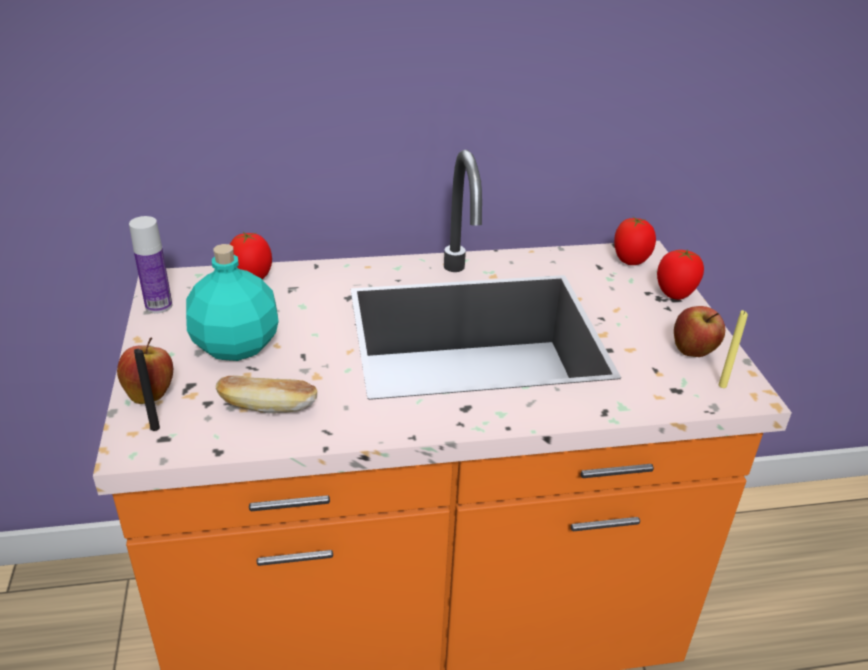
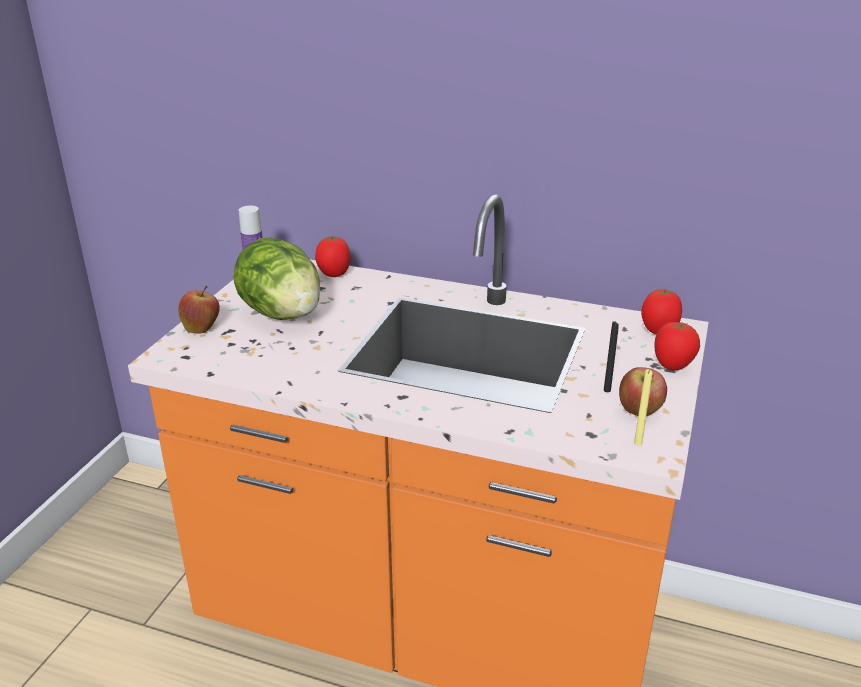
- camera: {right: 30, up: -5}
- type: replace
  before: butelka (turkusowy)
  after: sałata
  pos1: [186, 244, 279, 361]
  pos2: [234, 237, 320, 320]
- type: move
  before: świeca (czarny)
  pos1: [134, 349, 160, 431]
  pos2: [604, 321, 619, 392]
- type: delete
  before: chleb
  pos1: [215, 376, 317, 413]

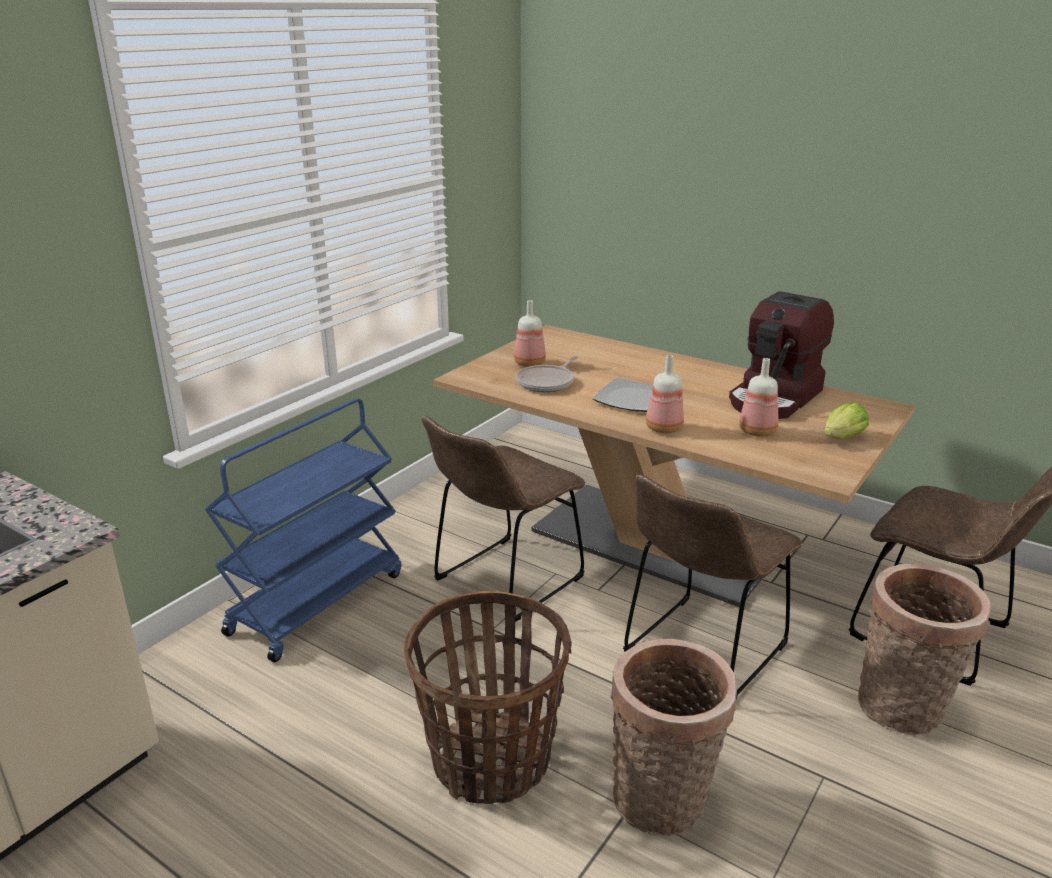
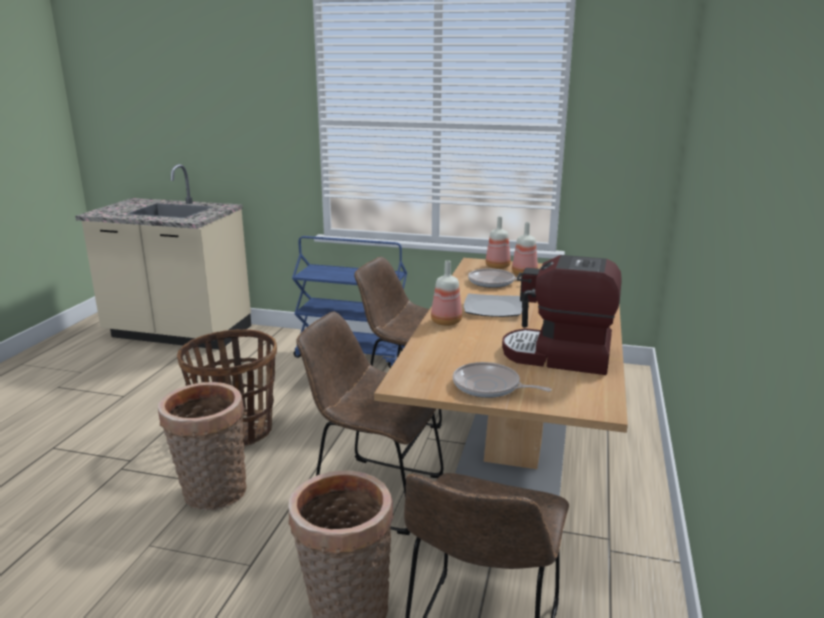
- camera: {right: 70, up: -5}
- type: replace
  before: sałata
  after: patelnia
  pos1: [824, 402, 869, 439]
  pos2: [453, 362, 552, 398]
- type: move
  before: butelka
  pos1: [739, 358, 778, 437]
  pos2: [486, 216, 511, 269]

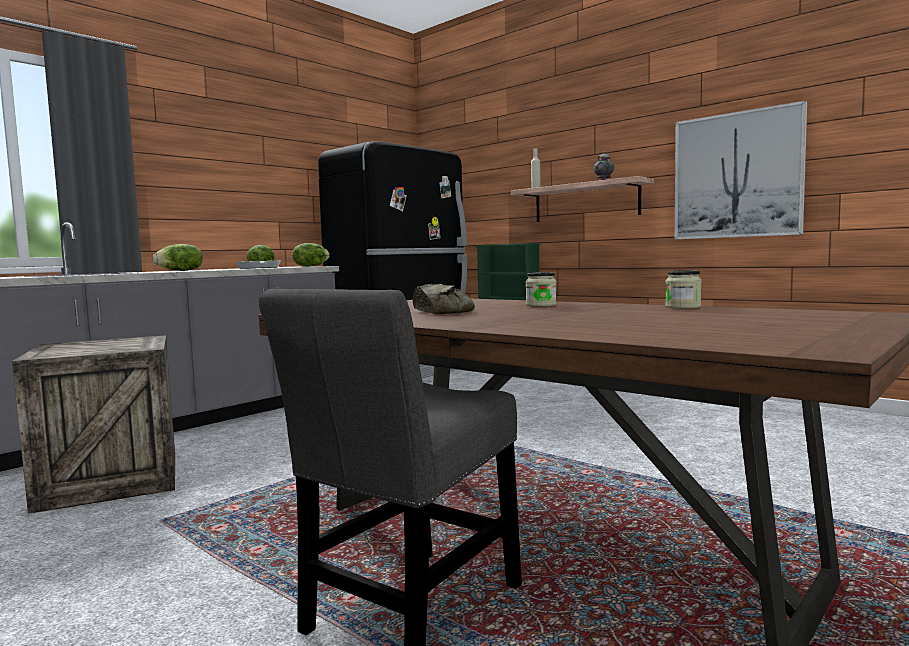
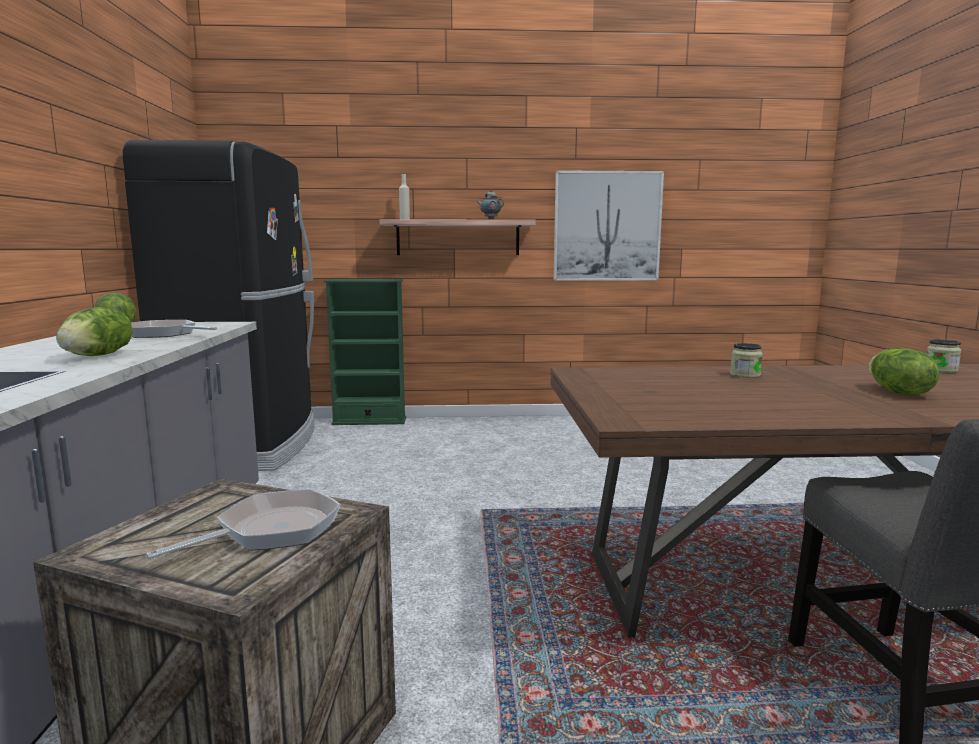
- camera: {right: -45, up: 5}
- type: insert
  after: patelnia
  pos2: [146, 489, 341, 559]
- type: move
  before: sałata
  pos1: [292, 243, 330, 266]
  pos2: [869, 348, 939, 395]
- type: move
  before: słoik
  pos1: [665, 270, 702, 309]
  pos2: [927, 339, 961, 373]
- type: delete
  before: chleb
  pos1: [413, 284, 475, 314]

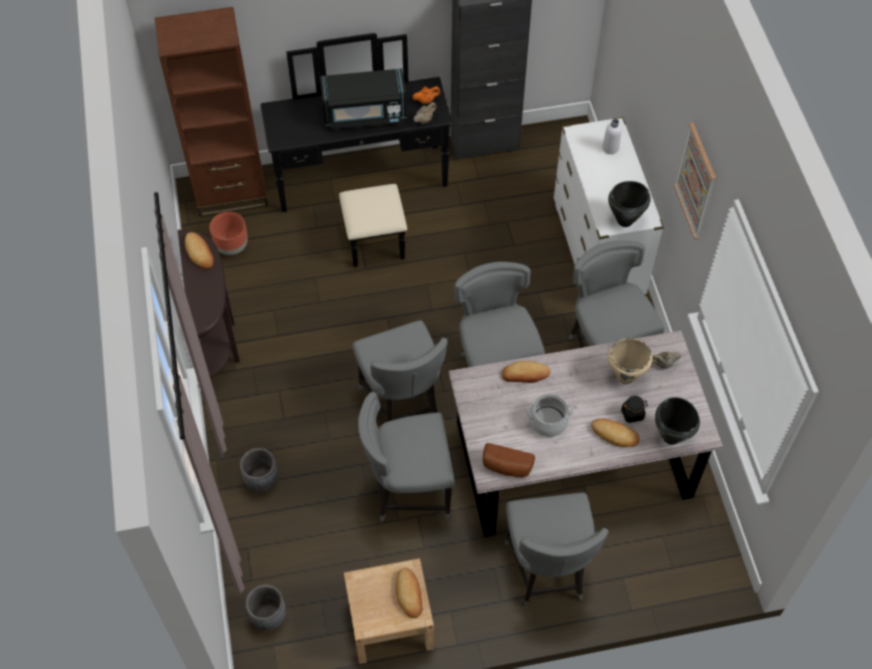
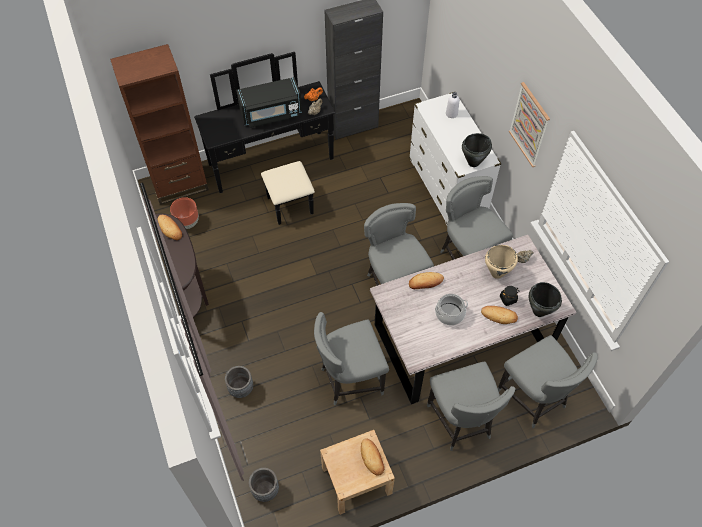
- camera: {right: -10, up: 0}
- type: move
  before: krzesło (szary)
  pos1: [352, 320, 448, 422]
  pos2: [498, 335, 598, 428]
- type: delete
  before: chleb
  pos1: [483, 443, 535, 477]

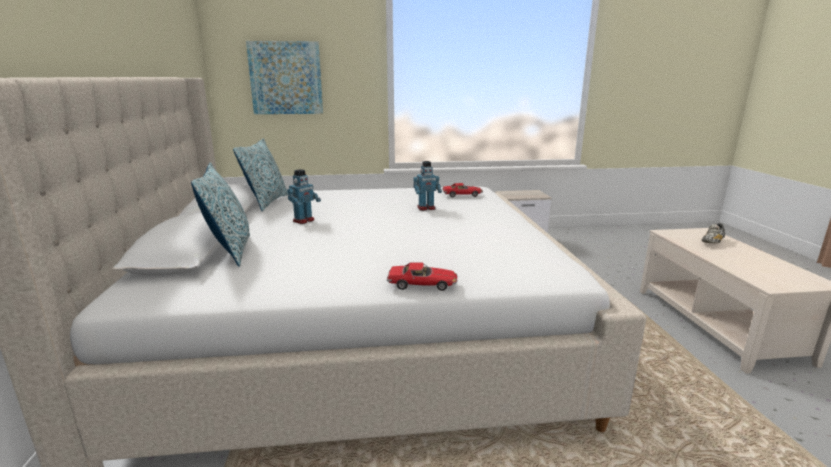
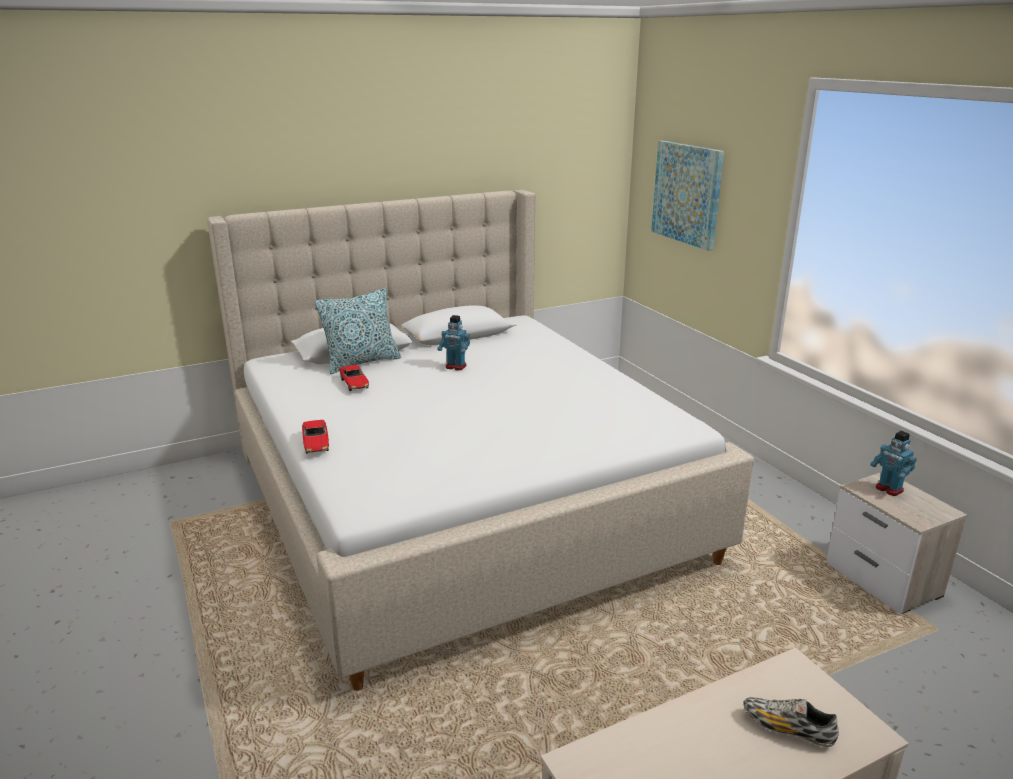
- camera: {right: 70, up: 5}
- type: move
  before: samochodzik
  pos1: [442, 183, 483, 197]
  pos2: [339, 365, 369, 391]
- type: move
  before: robot zabawkowy
  pos1: [413, 161, 442, 211]
  pos2: [870, 431, 917, 496]
- type: delete
  before: poduszka
  pos1: [233, 138, 288, 211]

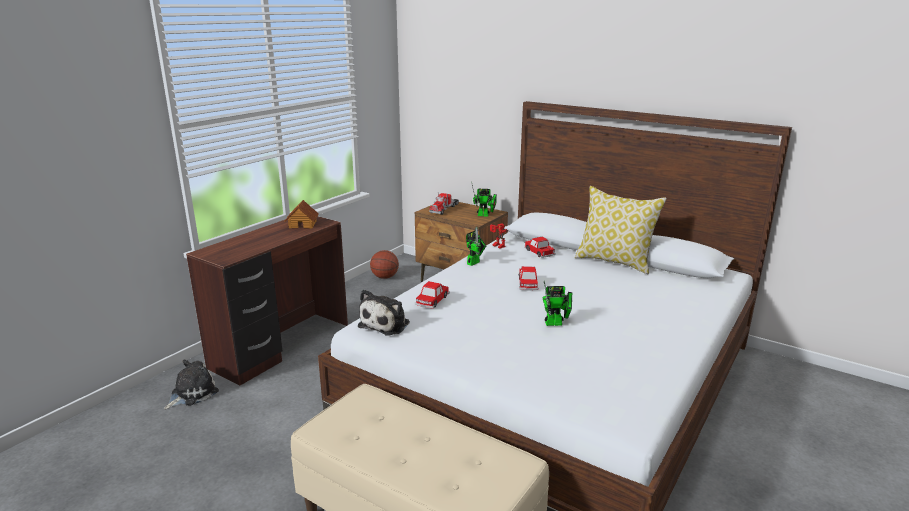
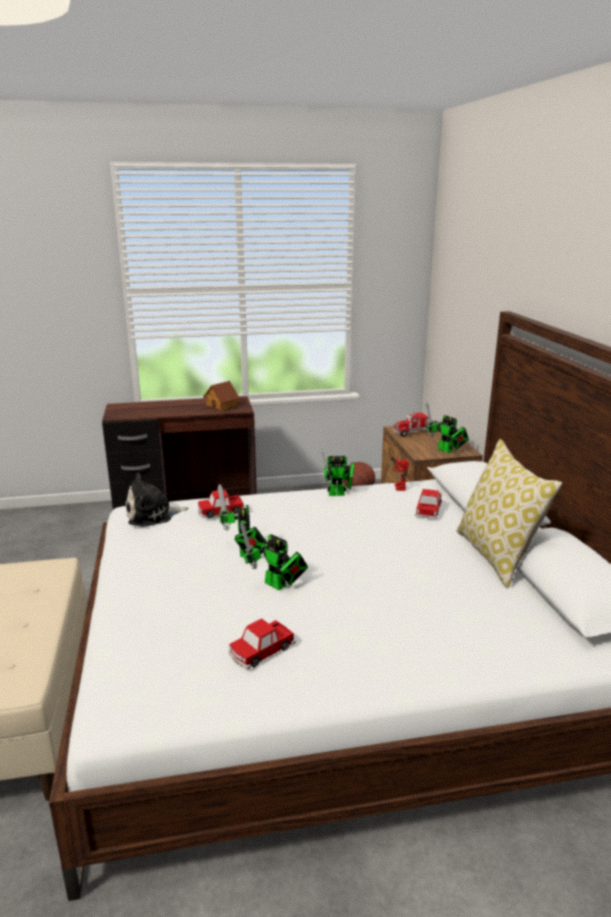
- camera: {right: 45, up: 0}
- type: insert
  after: robot zabawkowy
  pos2: [217, 484, 267, 557]
- type: move
  before: samochodzik
  pos1: [518, 266, 538, 291]
  pos2: [229, 619, 296, 670]
- type: delete
  before: pluszak
  pos1: [164, 359, 219, 410]

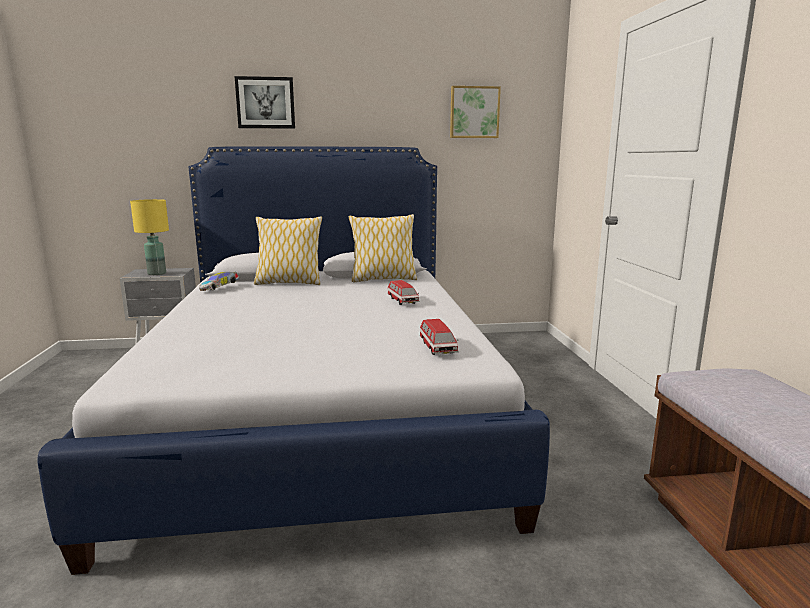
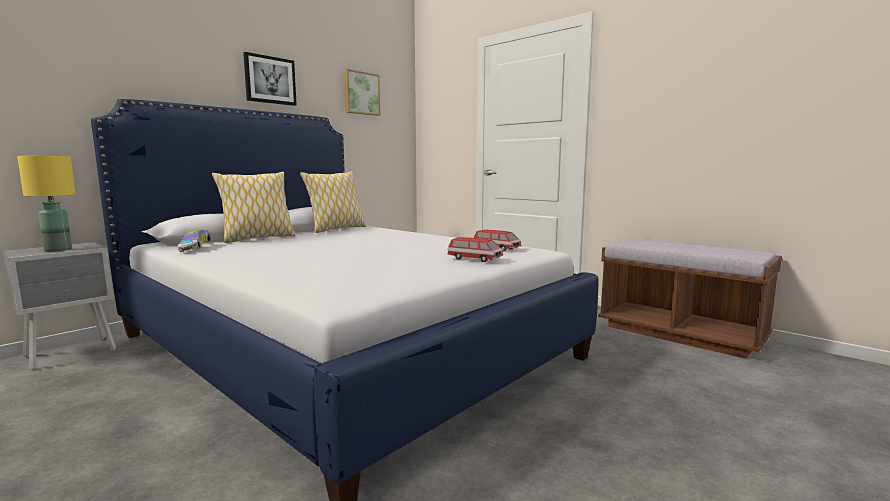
- camera: {right: -40, up: -5}
- type: move
  before: obraz
  pos1: [235, 76, 295, 129]
  pos2: [243, 52, 297, 106]
- type: move
  before: samochodzik
  pos1: [388, 280, 420, 305]
  pos2: [448, 237, 503, 262]

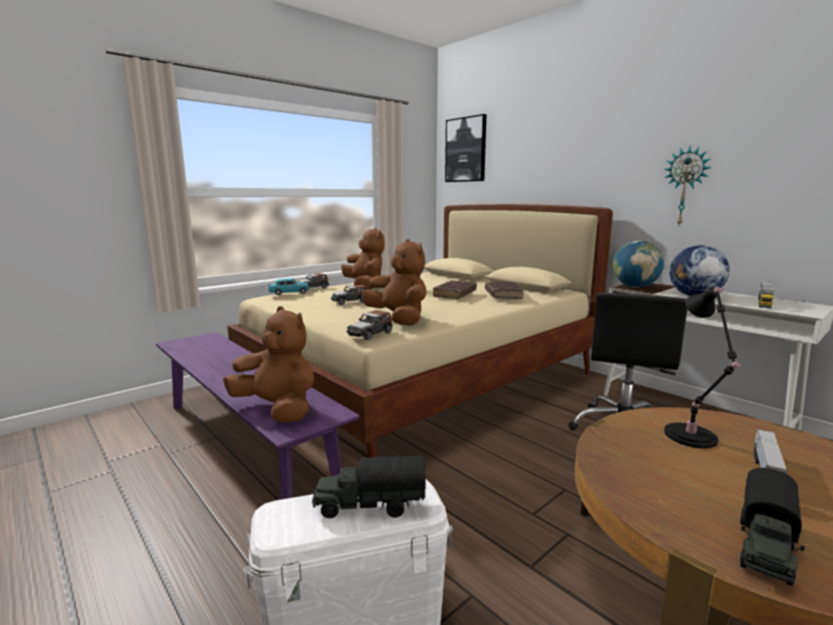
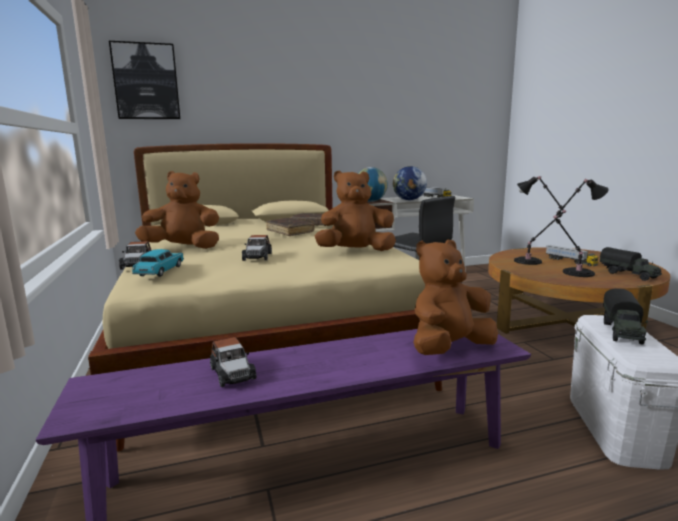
- camera: {right: -65, up: 0}
- type: move
  before: samochodzik
  pos1: [346, 310, 392, 340]
  pos2: [210, 337, 256, 387]
- type: insert
  after: lampa stołowa (czarny)
  pos2: [553, 179, 609, 277]
- type: delete
  before: zegar ścienny
  pos1: [664, 146, 712, 226]

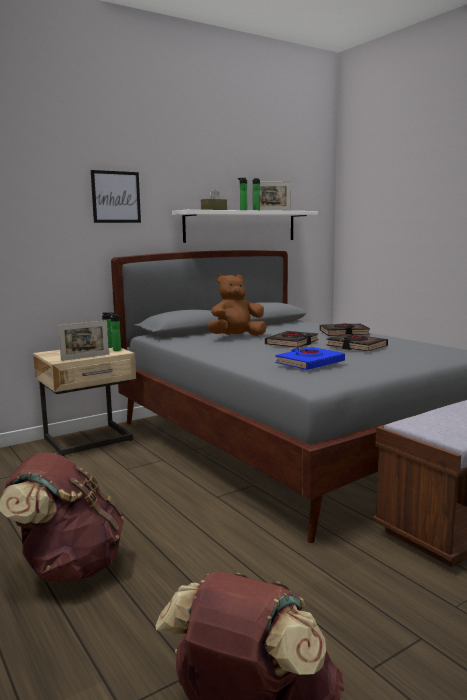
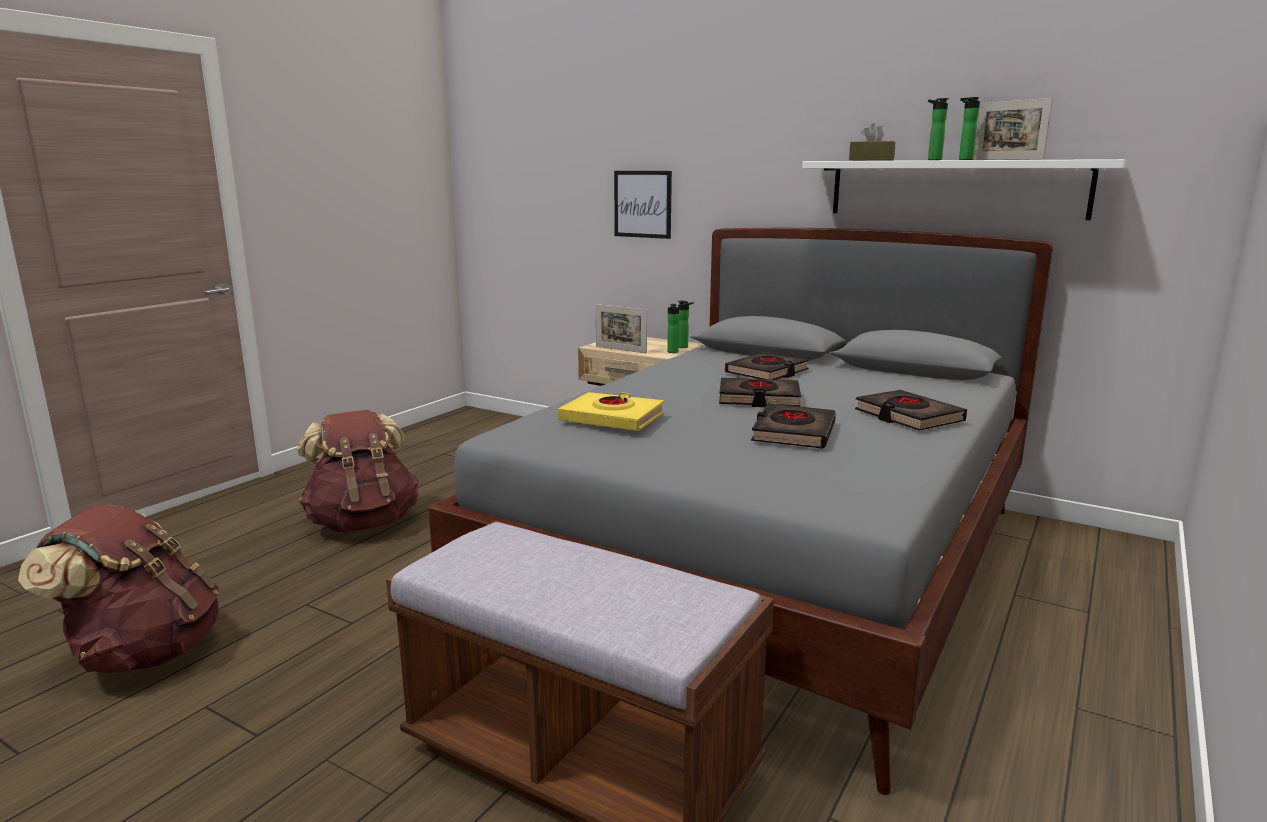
- camera: {right: 65, up: 5}
- type: recolor
  before: książka (niebieski)
  after: książka (żółty)
  pos1: [275, 347, 345, 370]
  pos2: [558, 392, 664, 431]
- type: move
  before: obraz
  pos1: [91, 170, 141, 223]
  pos2: [614, 171, 672, 239]
- type: replace
  before: pluszak (brązowy)
  after: książka (czarny)
  pos1: [208, 274, 266, 336]
  pos2: [725, 352, 809, 380]

